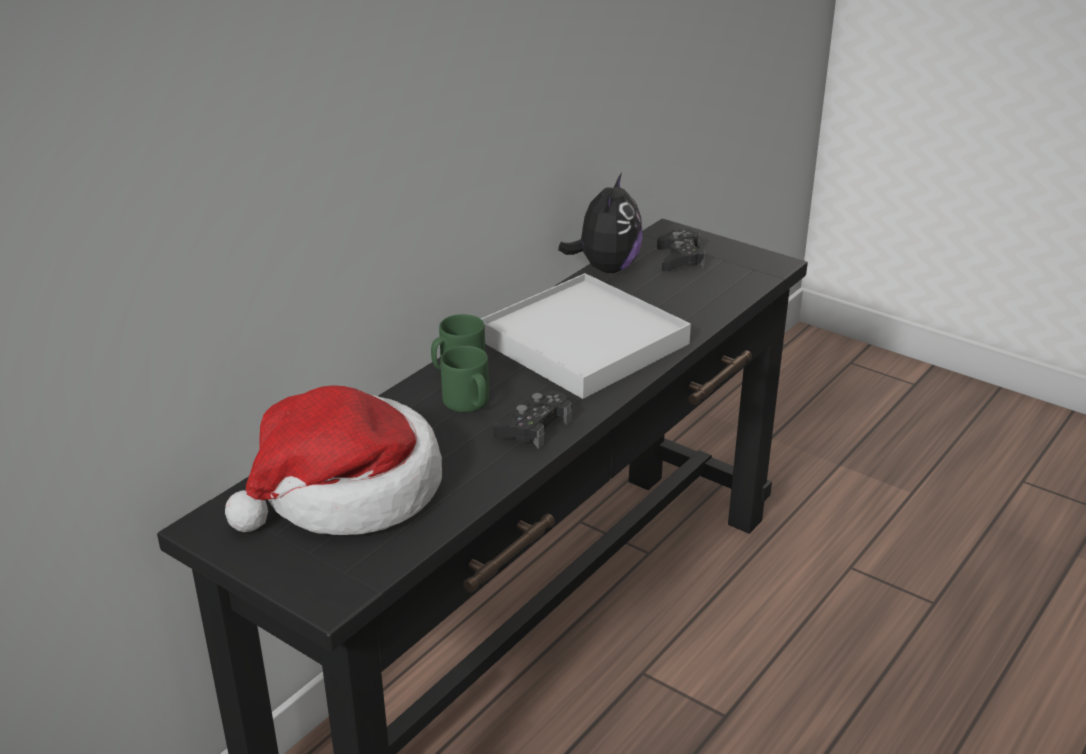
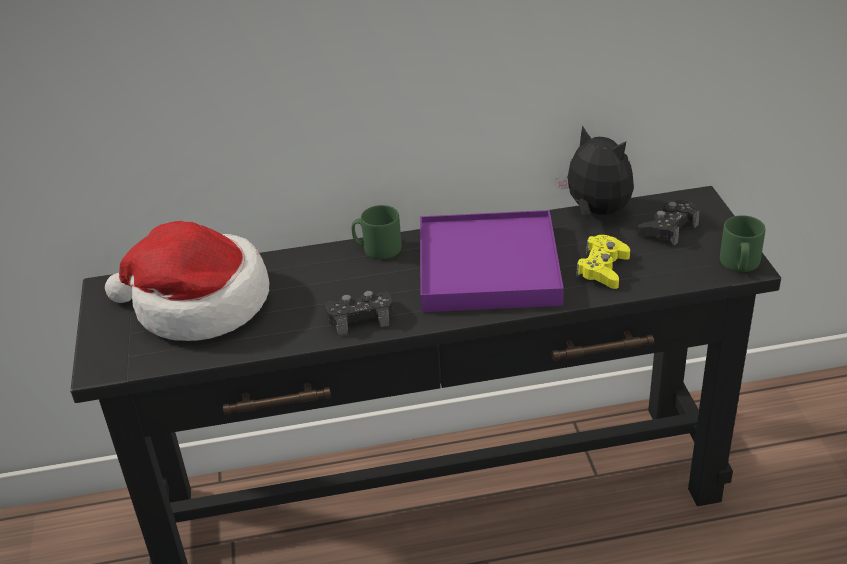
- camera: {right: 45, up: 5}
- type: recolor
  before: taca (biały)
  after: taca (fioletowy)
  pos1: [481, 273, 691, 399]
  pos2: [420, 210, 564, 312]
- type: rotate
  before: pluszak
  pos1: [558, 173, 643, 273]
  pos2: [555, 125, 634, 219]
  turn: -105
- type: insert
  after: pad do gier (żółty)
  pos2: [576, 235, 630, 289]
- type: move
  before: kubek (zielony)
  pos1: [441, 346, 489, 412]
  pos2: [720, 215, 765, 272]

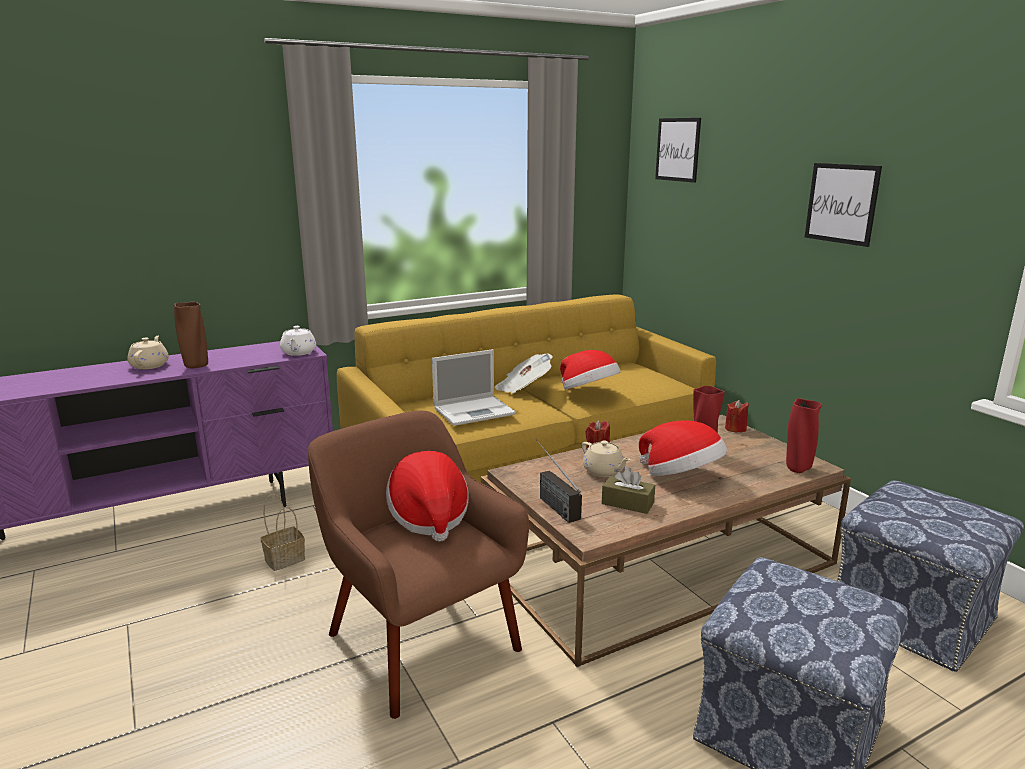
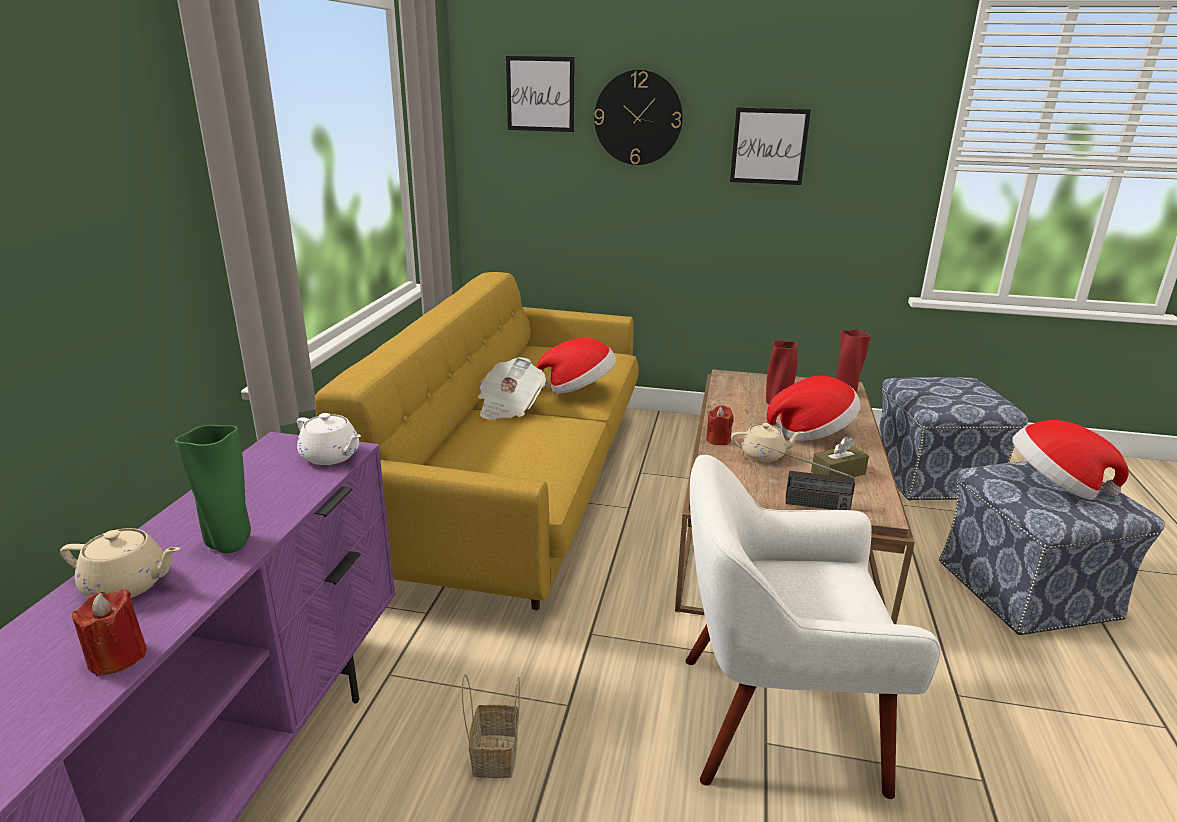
- camera: {right: -50, up: 5}
- type: rotate
  before: imbryk (beżowy)
  pos1: [128, 336, 169, 369]
  pos2: [60, 528, 180, 598]
  turn: 150
- type: move
  before: świeca (czerwony)
  pos1: [725, 400, 749, 433]
  pos2: [72, 589, 147, 677]
- type: recolor
  before: wazon (brązowy)
  after: wazon (zielony)
  pos1: [174, 302, 208, 368]
  pos2: [175, 425, 251, 553]
- type: insert
  after: zegar ścienny
  pos2: [594, 70, 683, 165]
- type: recolor
  before: fotel (brązowy)
  after: fotel (biały)
  pos1: [308, 411, 529, 719]
  pos2: [685, 455, 940, 799]
- type: move
  before: kapelusz
  pos1: [386, 451, 469, 542]
  pos2: [1012, 420, 1129, 500]
- type: delete
  before: laptop
  pos1: [432, 349, 516, 426]

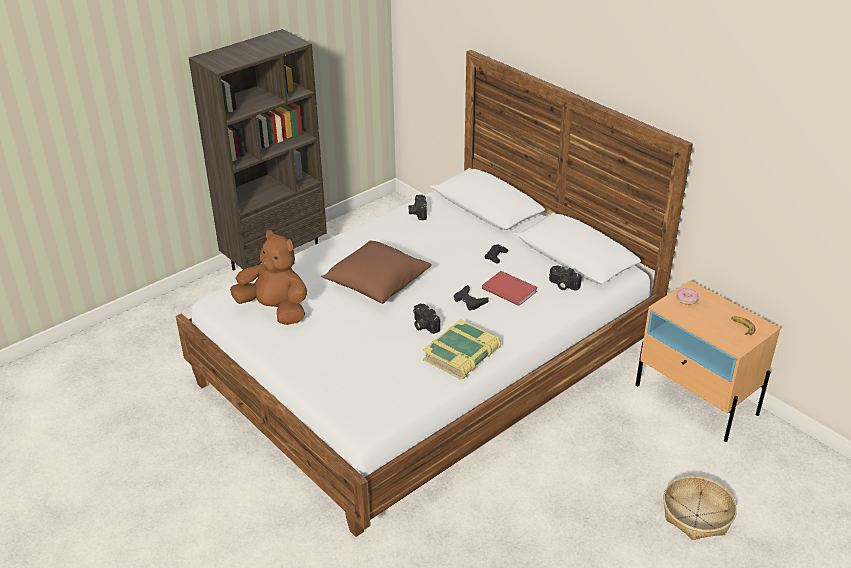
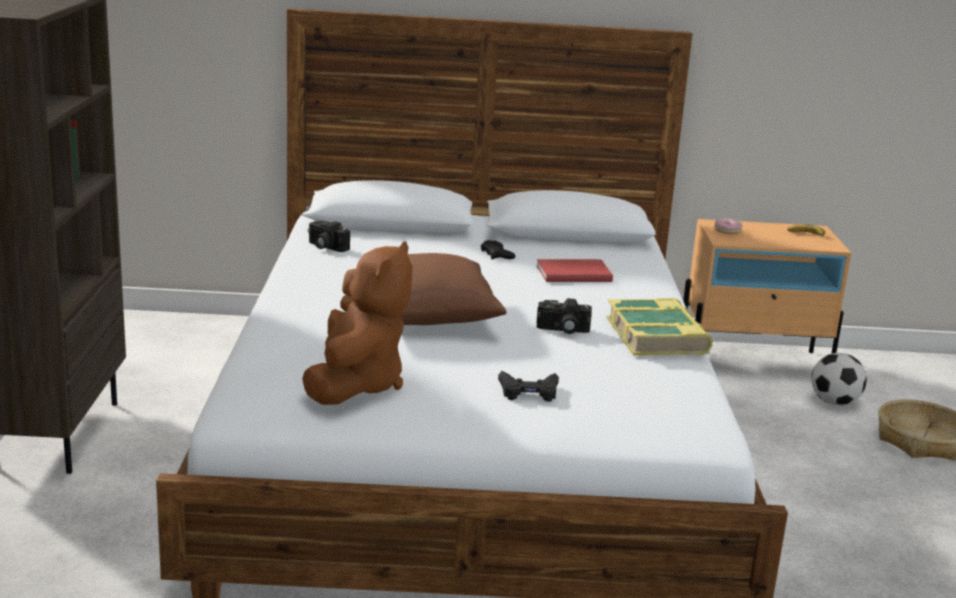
- camera: {right: -50, up: -15}
- type: rotate
  before: pluszak (brązowy)
  pos1: [230, 230, 307, 325]
  pos2: [302, 241, 413, 405]
  turn: 120
- type: move
  before: pad do gier (czarny)
  pos1: [454, 285, 489, 311]
  pos2: [498, 371, 559, 402]
- type: insert
  after: piłka futbolowa
  pos2: [811, 353, 867, 405]
- type: delete
  before: aparat fotograficzny
  pos1: [549, 265, 582, 291]

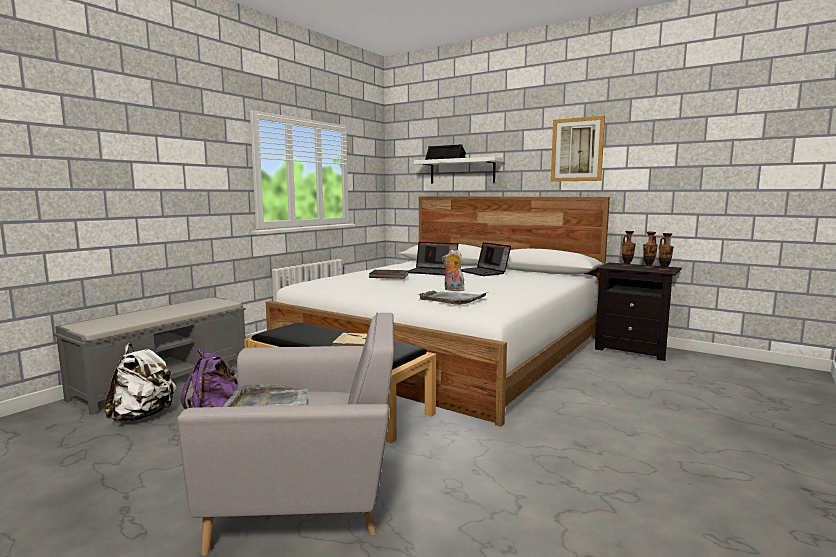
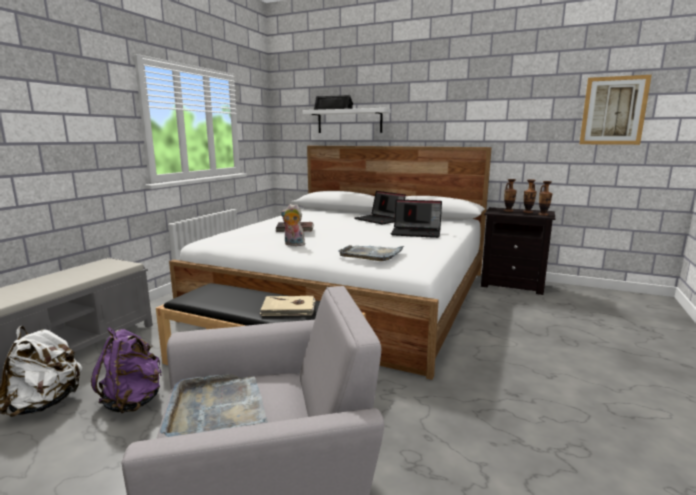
- camera: {right: -10, up: 5}
- type: move
  before: pluszak
  pos1: [442, 250, 465, 291]
  pos2: [281, 204, 307, 246]
- type: move
  before: laptop
  pos1: [408, 242, 458, 275]
  pos2: [391, 199, 442, 238]
- type: move
  before: obraz
  pos1: [551, 116, 605, 182]
  pos2: [579, 75, 652, 145]

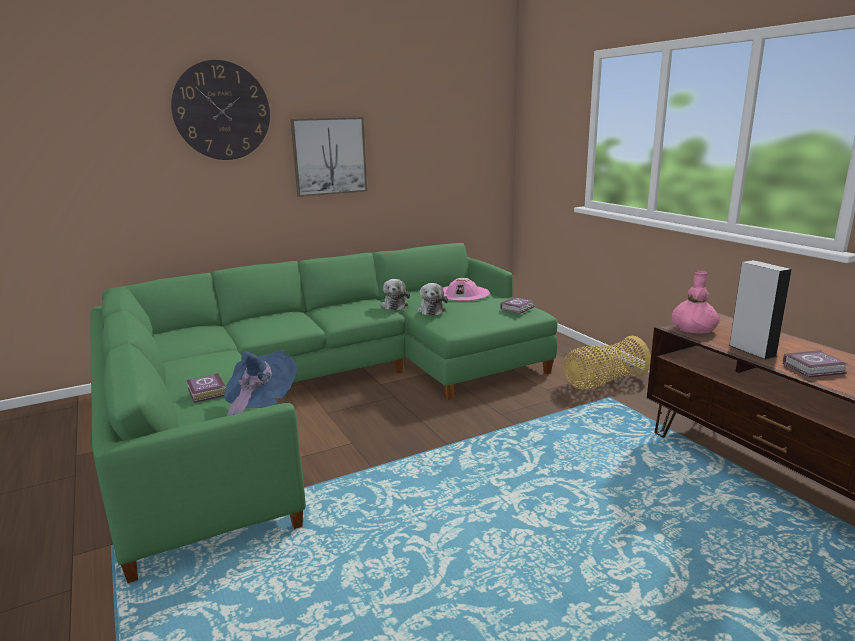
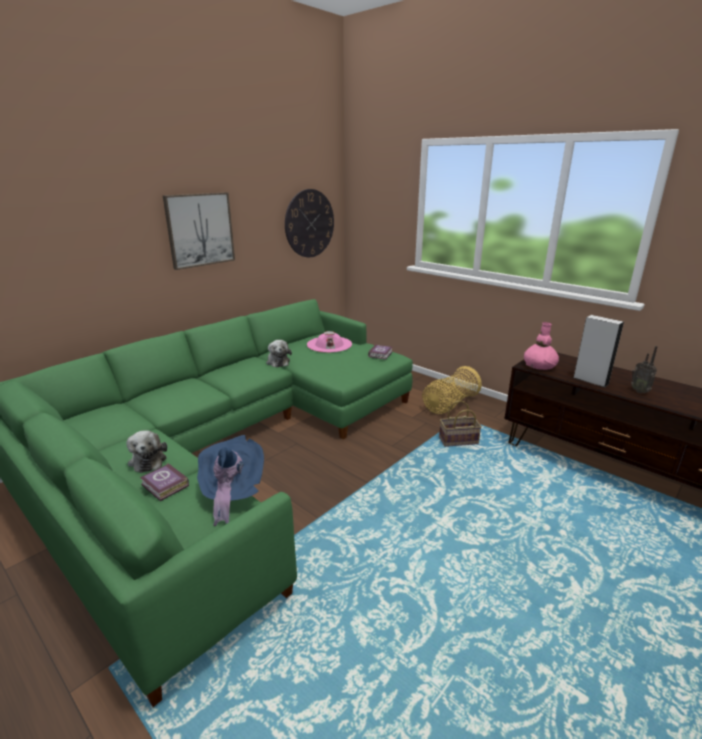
- camera: {right: -20, up: 5}
- type: move
  before: pluszak
  pos1: [417, 283, 448, 315]
  pos2: [126, 430, 167, 473]
- type: move
  before: zegar ścienny
  pos1: [171, 60, 270, 160]
  pos2: [285, 189, 334, 257]
- type: insert
  after: koszyk
  pos2: [439, 400, 482, 447]
- type: replace
  before: książka
  after: radio
  pos1: [783, 350, 847, 378]
  pos2: [631, 346, 658, 393]

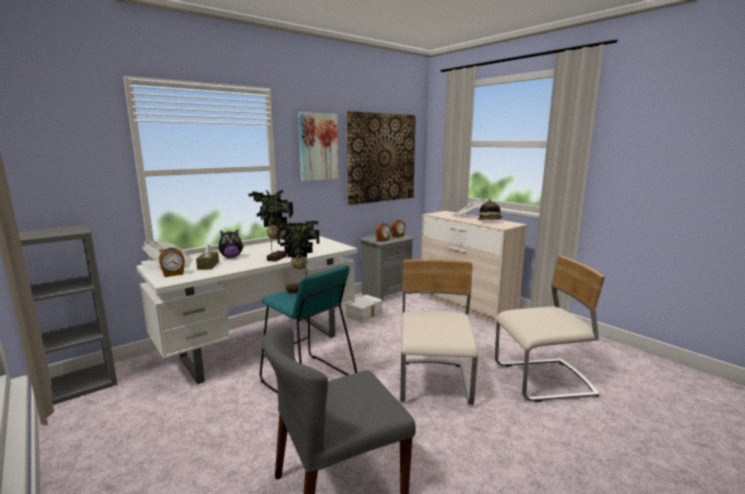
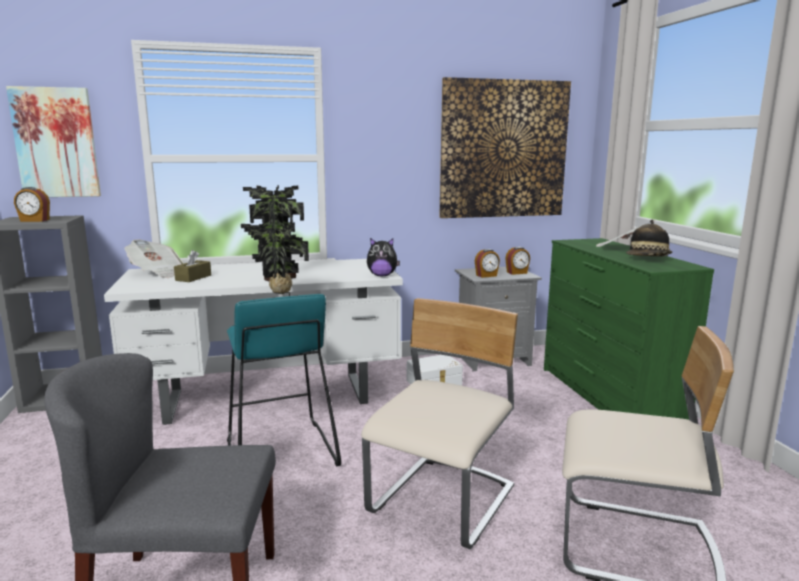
- camera: {right: 25, up: 0}
- type: move
  before: obraz
  pos1: [298, 112, 339, 181]
  pos2: [6, 86, 101, 197]
- type: move
  before: budzik
  pos1: [159, 247, 185, 277]
  pos2: [14, 187, 50, 222]
- type: move
  before: pluszak
  pos1: [219, 229, 244, 258]
  pos2: [367, 238, 400, 276]
- type: recolor
  before: komoda (beżowy)
  after: komoda (zielony)
  pos1: [420, 211, 528, 325]
  pos2: [544, 238, 714, 420]

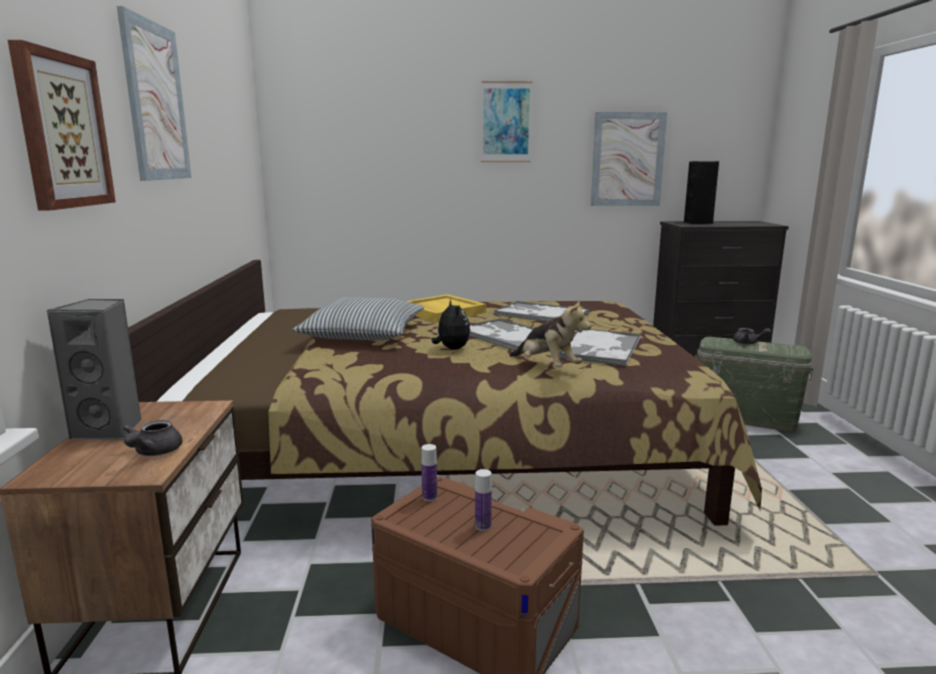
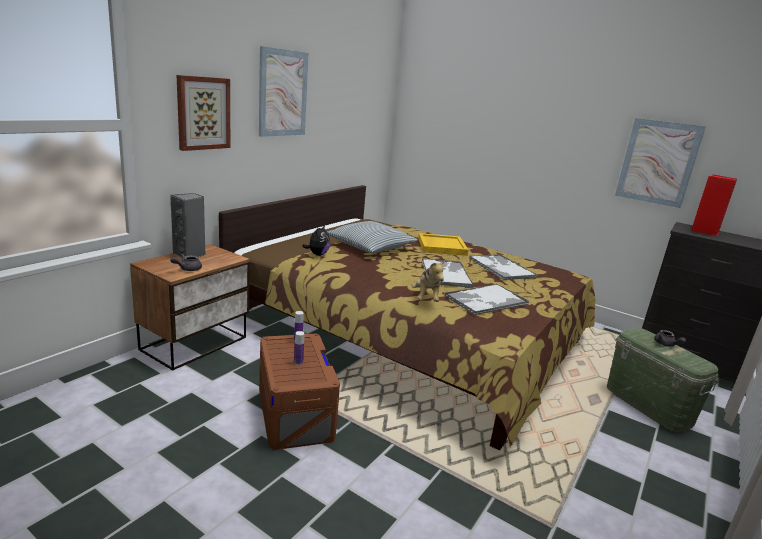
- camera: {right: 35, up: 5}
- type: move
  before: pluszak
  pos1: [432, 300, 470, 350]
  pos2: [302, 225, 330, 256]
- type: recolor
  before: głośnik (czarny)
  after: głośnik (czerwony)
  pos1: [684, 161, 719, 224]
  pos2: [691, 175, 737, 236]
- type: delete
  before: obraz
  pos1: [481, 81, 532, 162]

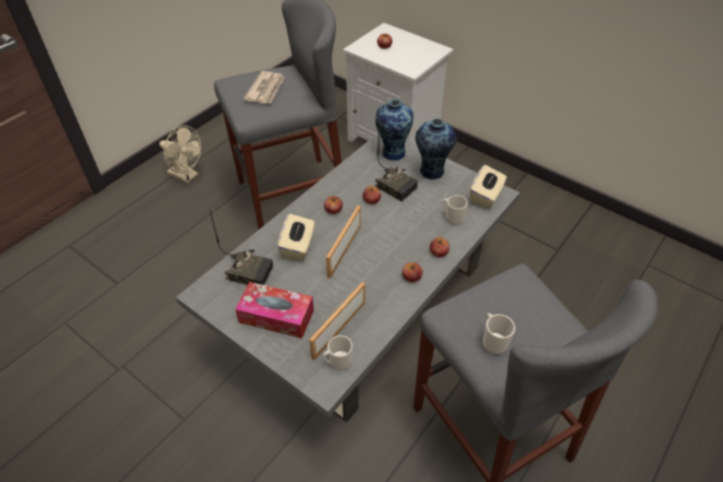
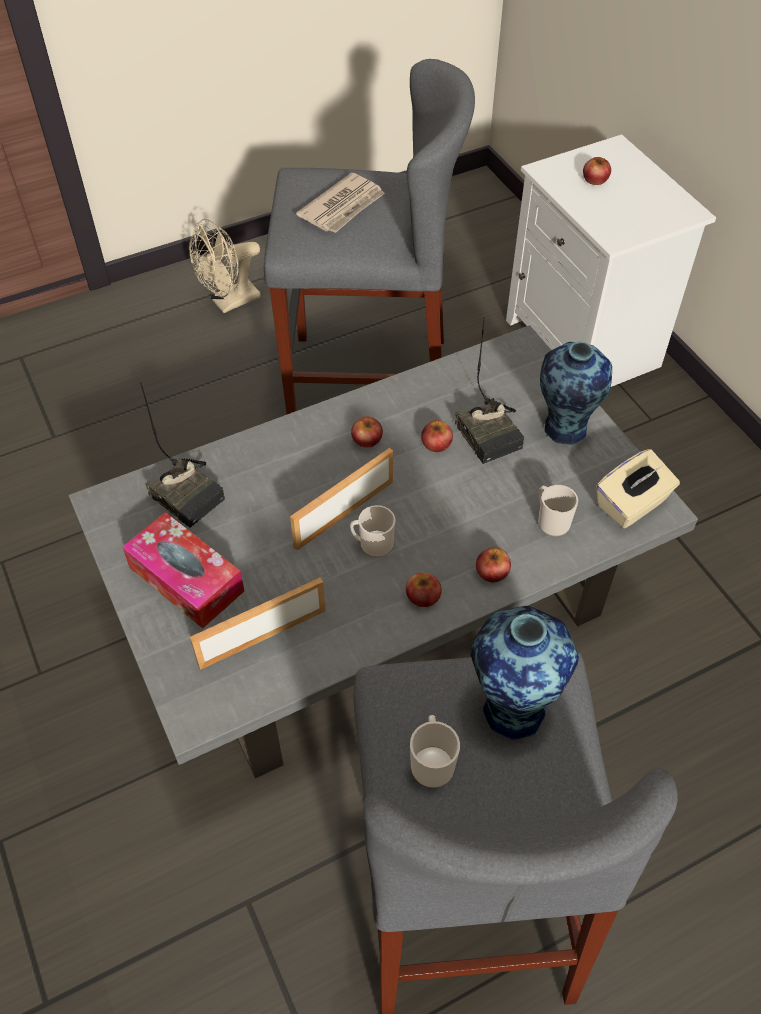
- camera: {right: 25, up: 5}
- type: rotate
  before: wentylator (beżowy)
  pos1: [159, 125, 201, 183]
  pos2: [189, 219, 261, 313]
  turn: 90
- type: move
  before: kubek
  pos1: [323, 335, 352, 370]
  pos2: [350, 505, 396, 558]
- type: move
  before: wazon
  pos1: [375, 99, 413, 160]
  pos2: [470, 606, 579, 740]
- type: delete
  before: pudełko chusteczek (beżowy)
  pos1: [278, 214, 315, 261]

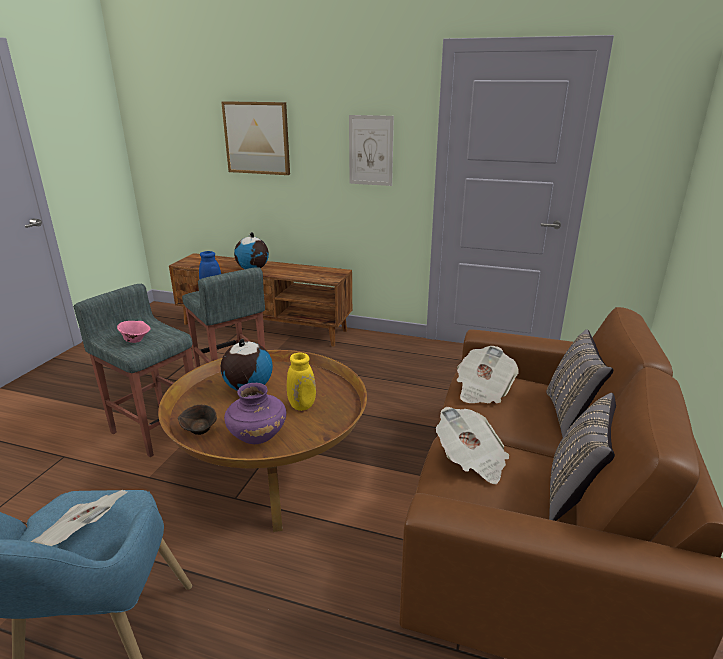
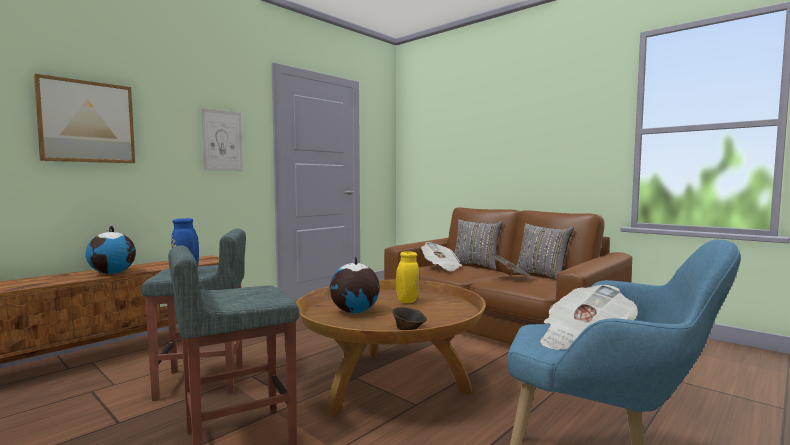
- camera: {right: -65, up: -20}
- type: delete
  before: miska (różowy)
  pos1: [117, 321, 151, 343]
- type: delete
  before: wazon (fioletowy)
  pos1: [224, 383, 286, 444]

